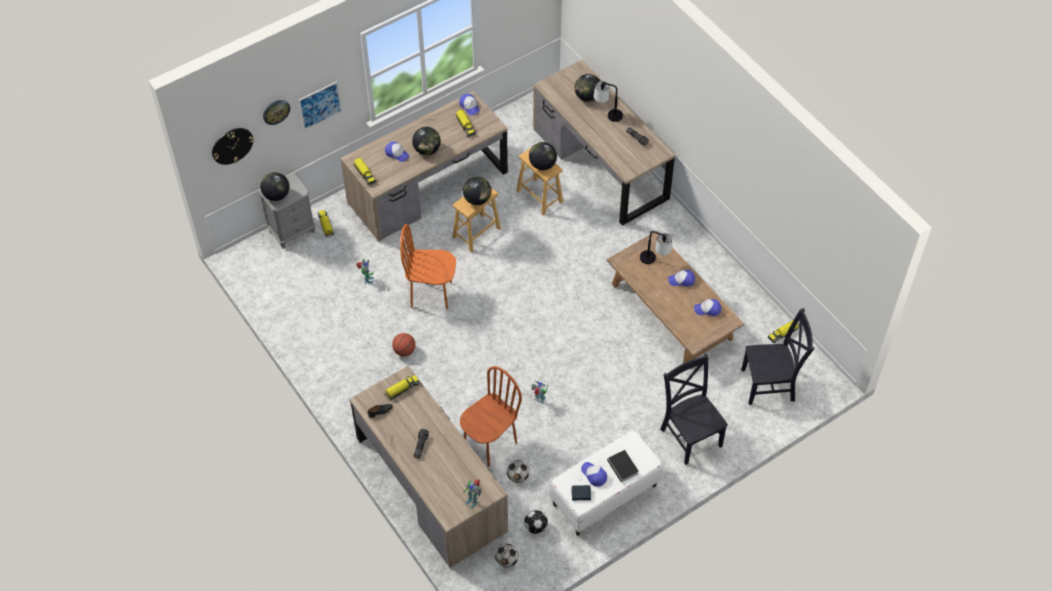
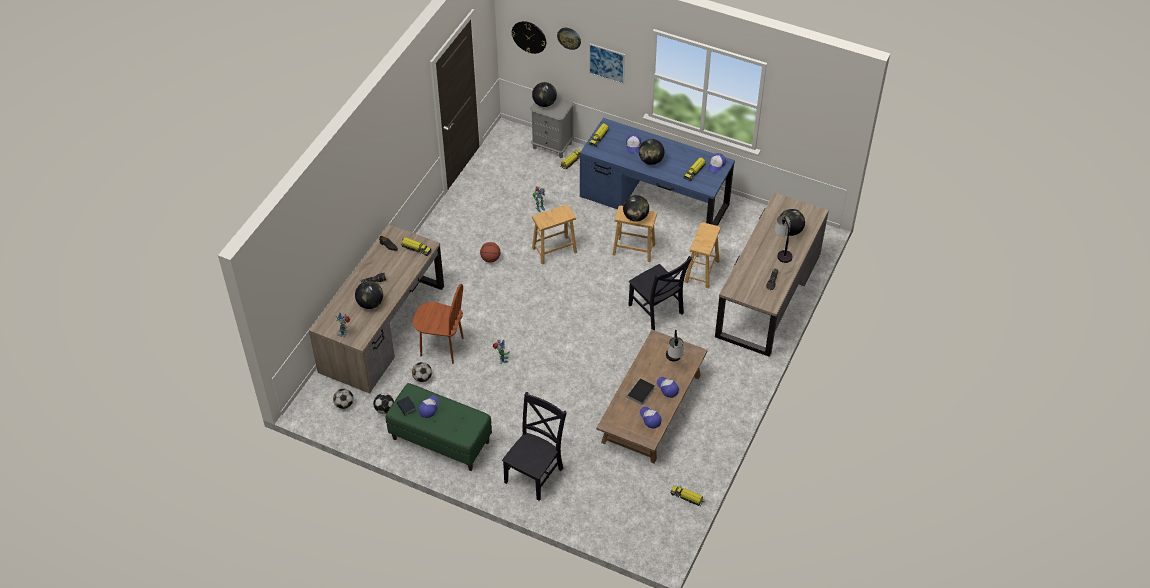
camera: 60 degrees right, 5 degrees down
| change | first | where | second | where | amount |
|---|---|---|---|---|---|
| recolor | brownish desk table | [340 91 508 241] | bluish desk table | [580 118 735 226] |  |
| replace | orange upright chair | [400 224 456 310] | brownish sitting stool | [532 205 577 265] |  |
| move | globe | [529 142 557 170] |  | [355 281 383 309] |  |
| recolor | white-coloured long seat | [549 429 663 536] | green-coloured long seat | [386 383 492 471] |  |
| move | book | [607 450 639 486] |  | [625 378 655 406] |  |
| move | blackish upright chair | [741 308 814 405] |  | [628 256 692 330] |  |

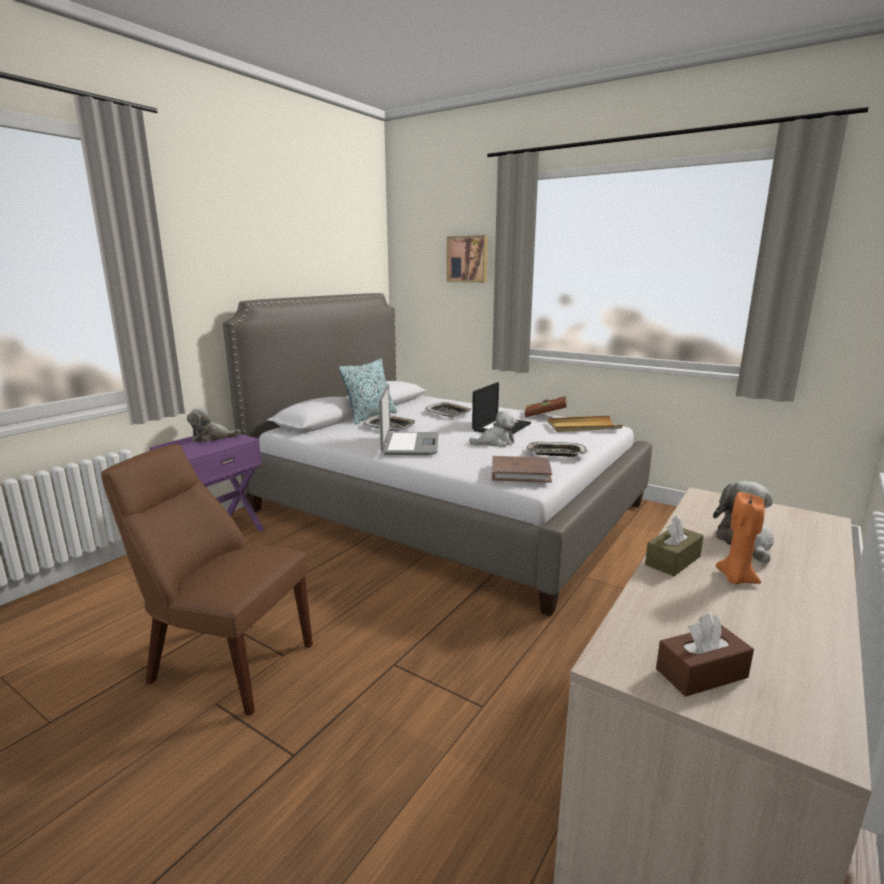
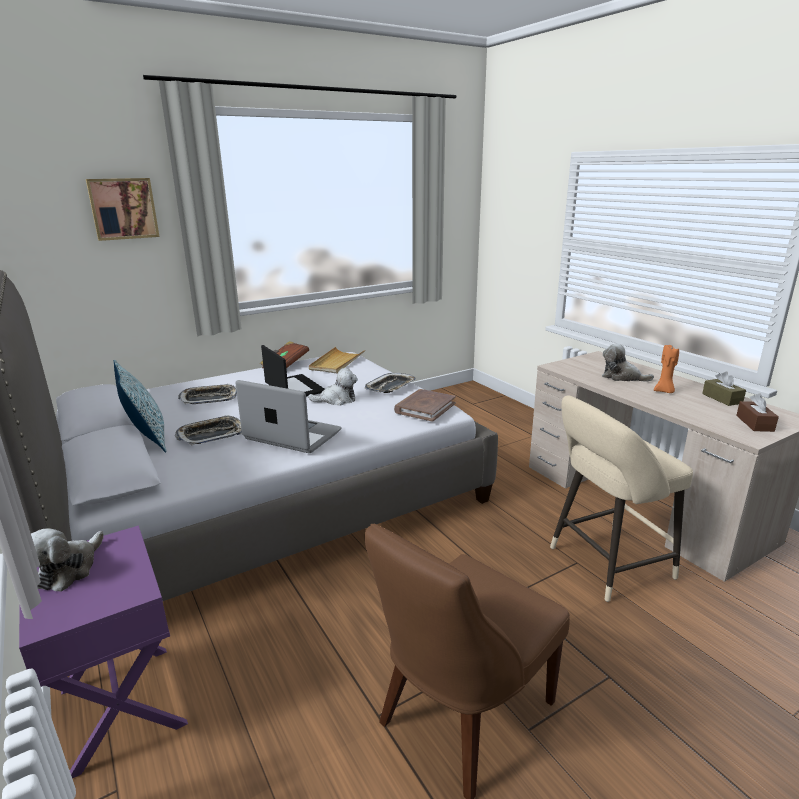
camera: 65 degrees left, 5 degrees up
| change | first | where | second | where | amount |
|---|---|---|---|---|---|
| rotate | cuddly toy | [469 411 517 447] |  | [308 368 358 406] | 75 degrees clockwise |
| move | brownish tissue box | [645 515 704 576] |  | [702 372 746 406] |  |
| insert |  |  | beige-coloured sitting stool | [550 395 693 602] |  |

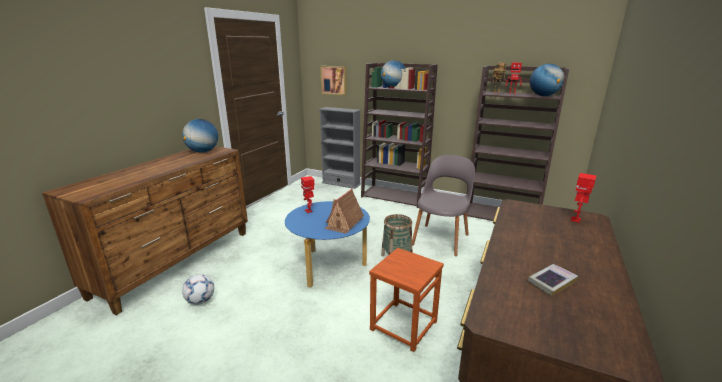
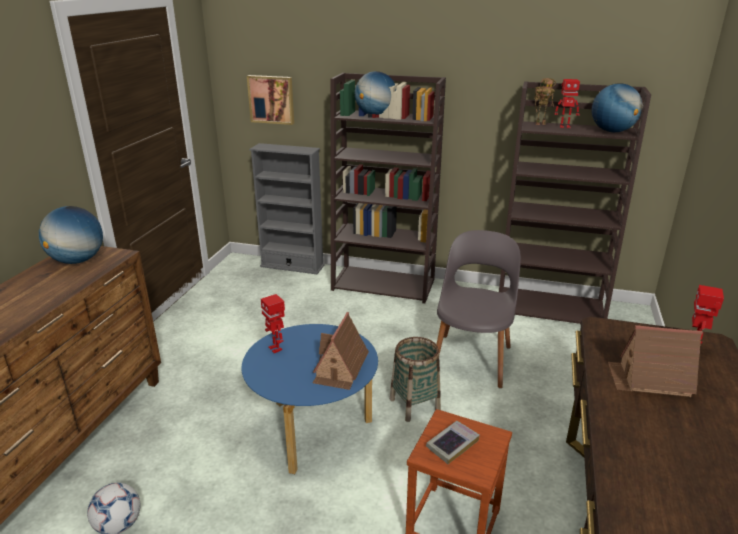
camera: 10 degrees left, 5 degrees up
| change | first | where | second | where | amount |
|---|---|---|---|---|---|
| move | book | [528 264 578 296] |  | [426 421 480 464] |  |
| insert |  |  | toy house | [608 325 703 397] |  |

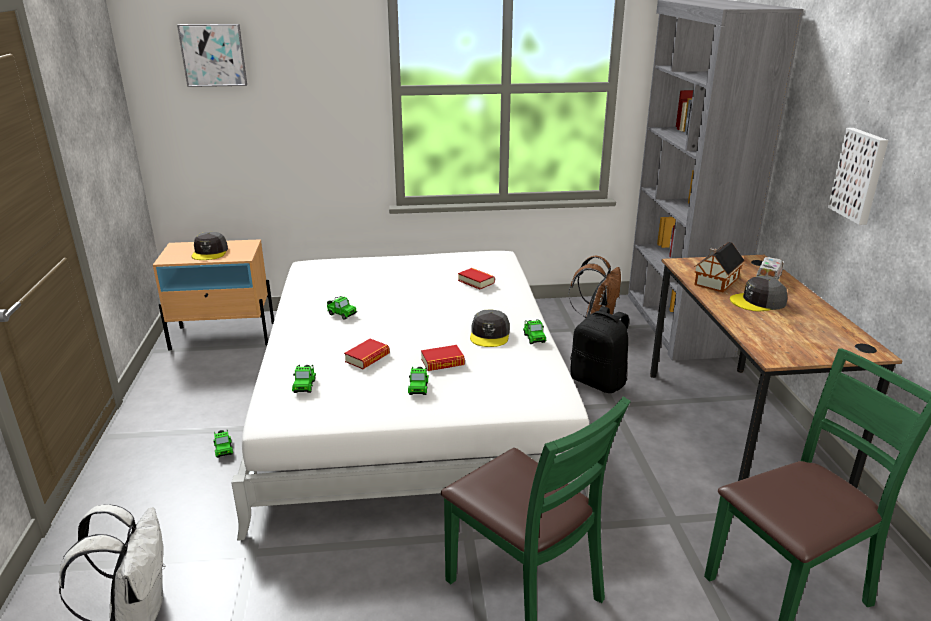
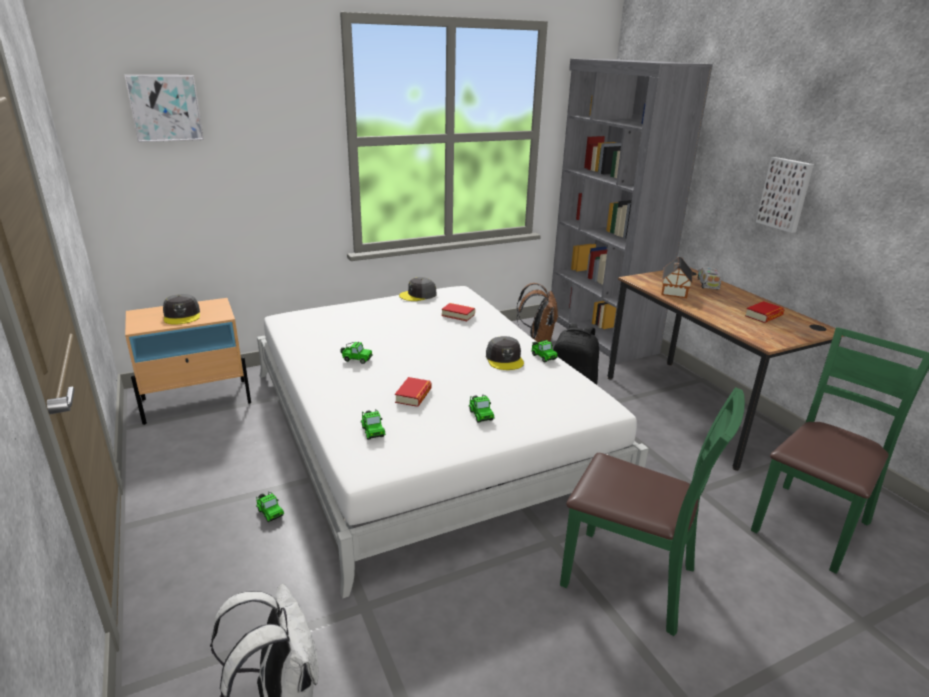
camera: 20 degrees left, 0 degrees up
| change | first | where | second | where | amount |
|---|---|---|---|---|---|
| move | book | [421 345 465 371] |  | [745 301 784 323] |  |
| move | gray peaked cap | [730 276 787 311] |  | [399 277 437 301] |  |

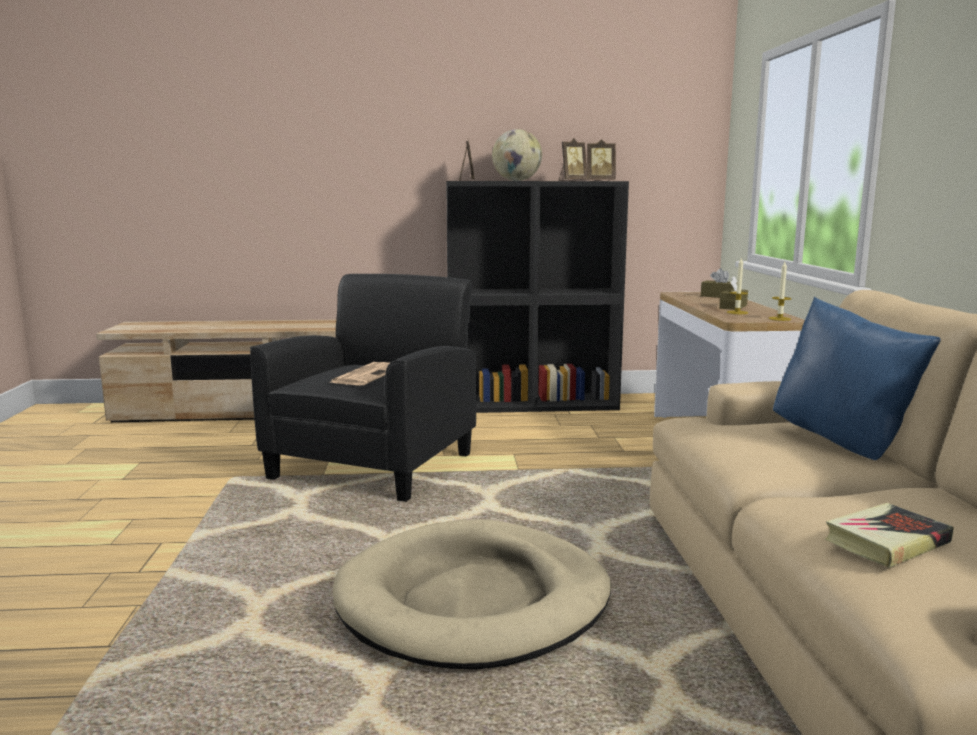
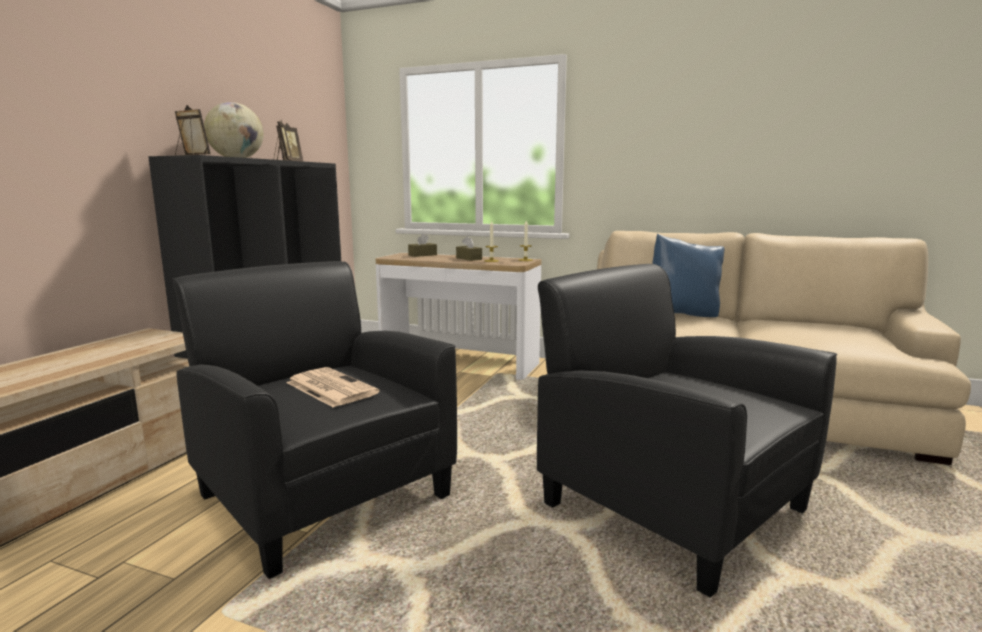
camera: 65 degrees left, 0 degrees up
| change | first | where | second | where | amount |
|---|---|---|---|---|---|
| replace | beige-coloured dog cushion | [333 519 611 670] | blackish easy chair | [537 264 837 597] |  |
| delete | book | [825 503 954 568] |  |  |  |

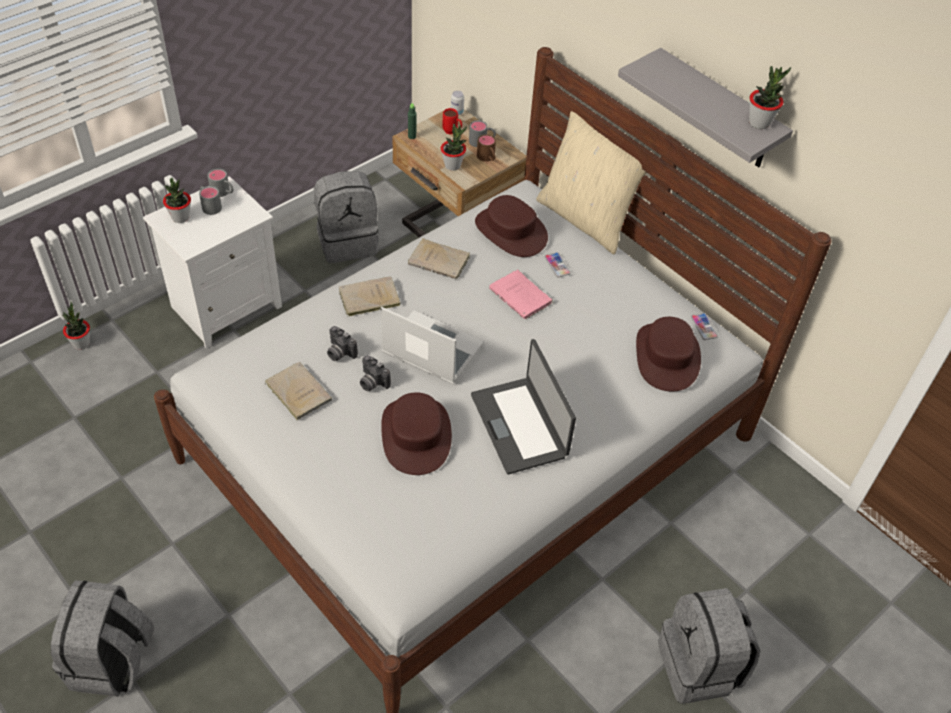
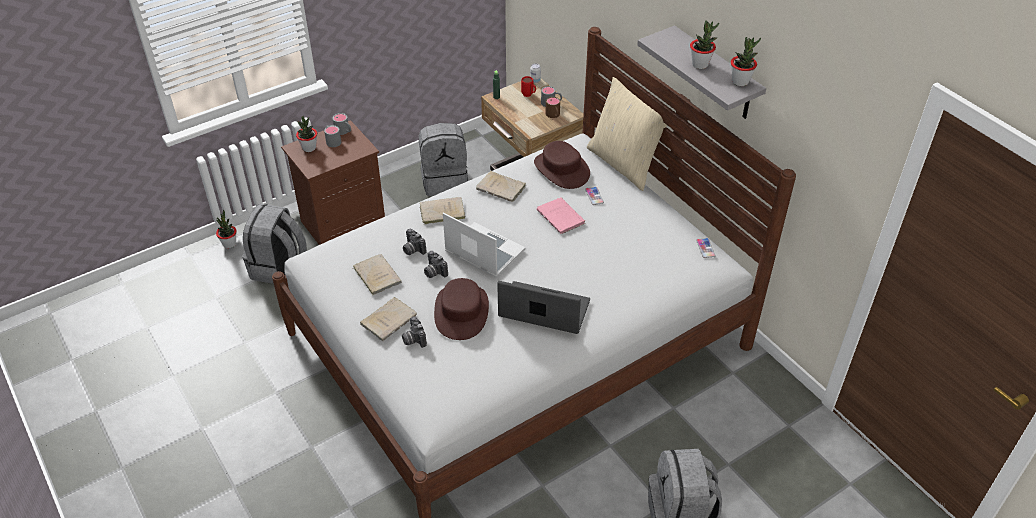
camera: 10 degrees right, 5 degrees down
| change | first | where | second | where | amount |
|---|---|---|---|---|---|
| move | gray rucksack | [51 580 154 697] |  | [242 204 307 284] |  |
| recolor | white-coloured bedside table | [143 176 282 348] | brownish bedside table | [281 120 385 245] |  |
| move | potted plant | [441 124 467 171] |  | [690 20 719 69] |  |
| rotate | laptop | [471 339 576 475] |  | [497 281 590 334] | 120 degrees clockwise |
| delete | brownish wearable hat | [636 317 701 392] |  |  |  |
| insert |  |  | beige-coloured book | [360 297 417 341] |  |
| insert |  |  | photo camera | [402 316 427 348] |  |

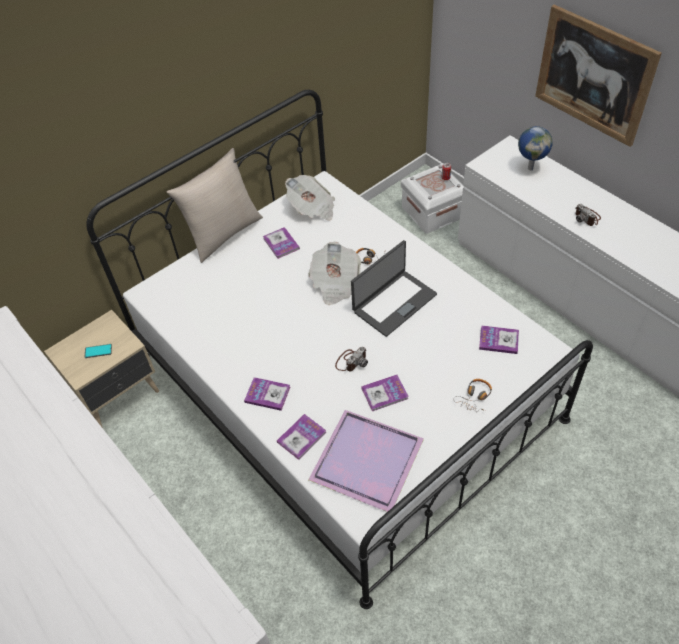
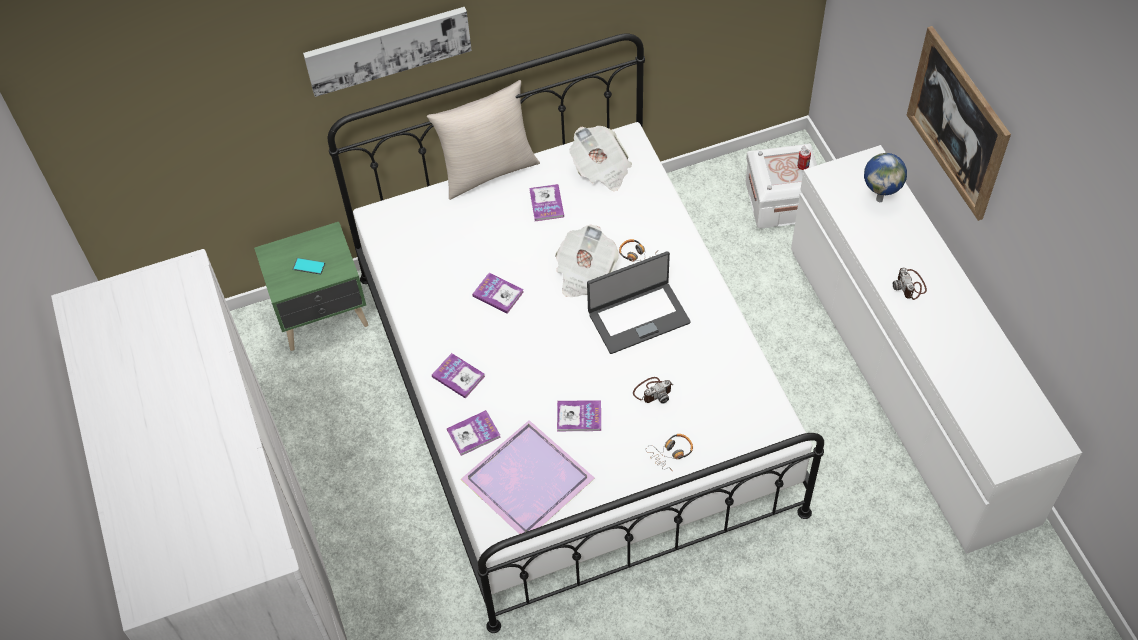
camera: 20 degrees right, 5 degrees up
| change | first | where | second | where | amount |
|---|---|---|---|---|---|
| recolor | beige-coloured bedside table | [44 310 159 428] | green-coloured bedside table | [254 222 368 351] |  |
| move | photo camera | [335 347 368 372] |  | [633 377 673 404] |  |
| move | book | [479 325 519 354] |  | [472 273 524 314] |  |
| insert |  |  | wall picture | [303 7 472 97] |  |

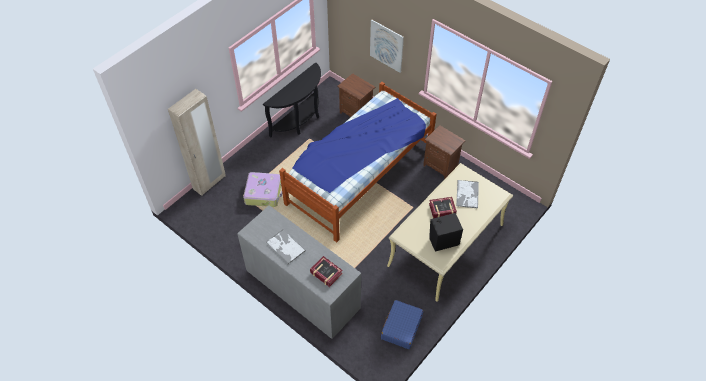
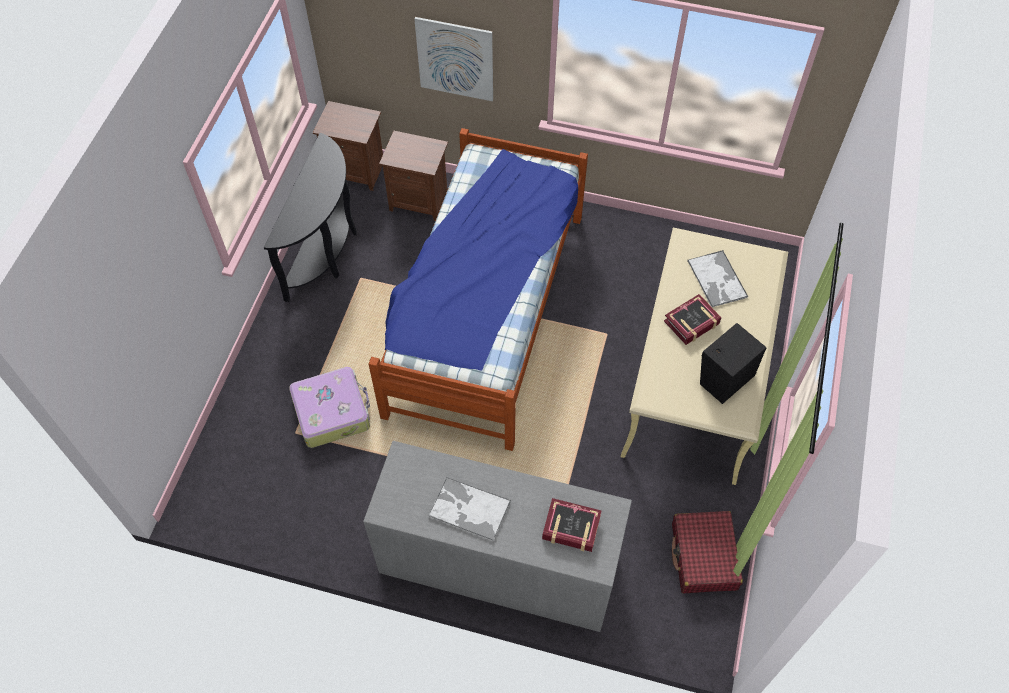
camera: 25 degrees left, 5 degrees up
| change | first | where | second | where | amount |
|---|---|---|---|---|---|
| delete | beige-coloured armoire | [168 89 226 196] |  |  |  |
| recolor | bluish travel case | [381 300 423 349] | red travel case | [672 511 743 593] |  |
| move | brownish bedside table | [423 125 466 179] |  | [313 101 383 191] |  |

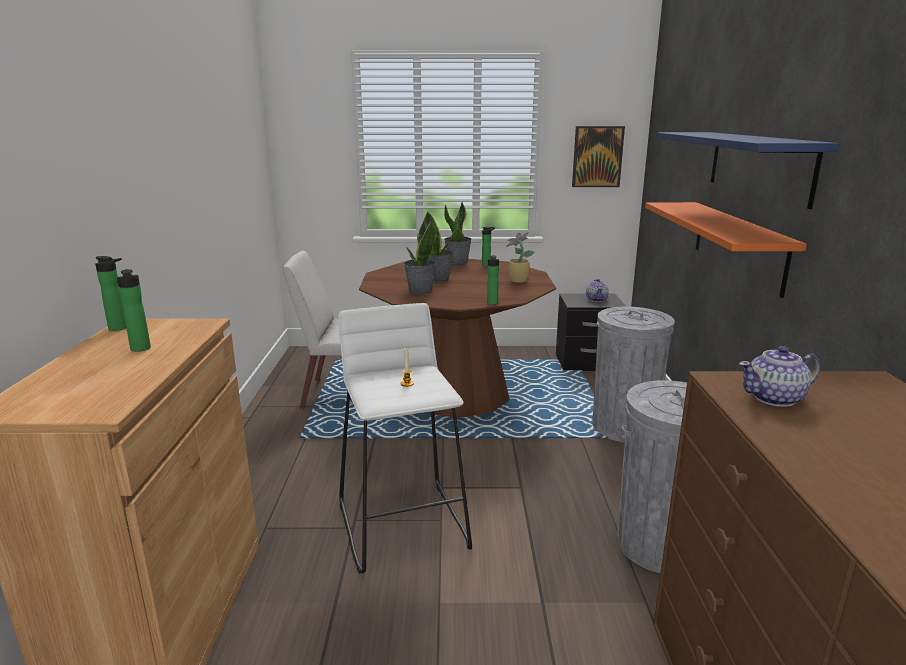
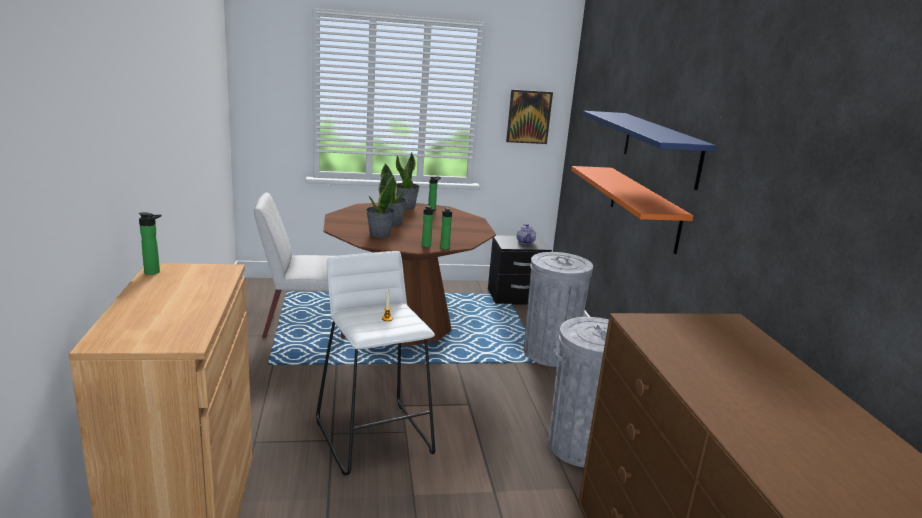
camera: 10 degrees left, 0 degrees up
| change | first | where | second | where | amount |
|---|---|---|---|---|---|
| move | drink bottle | [117 269 151 352] |  | [422 205 436 247] |  |
| delete | potted plant | [506 231 534 283] |  |  |  |
| delete | pot for tea | [739 346 820 407] |  |  |  |

